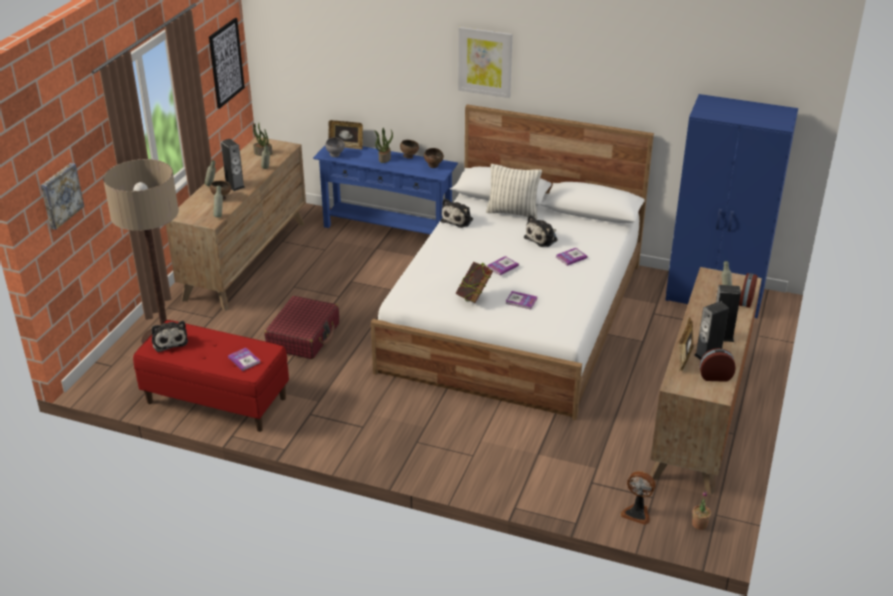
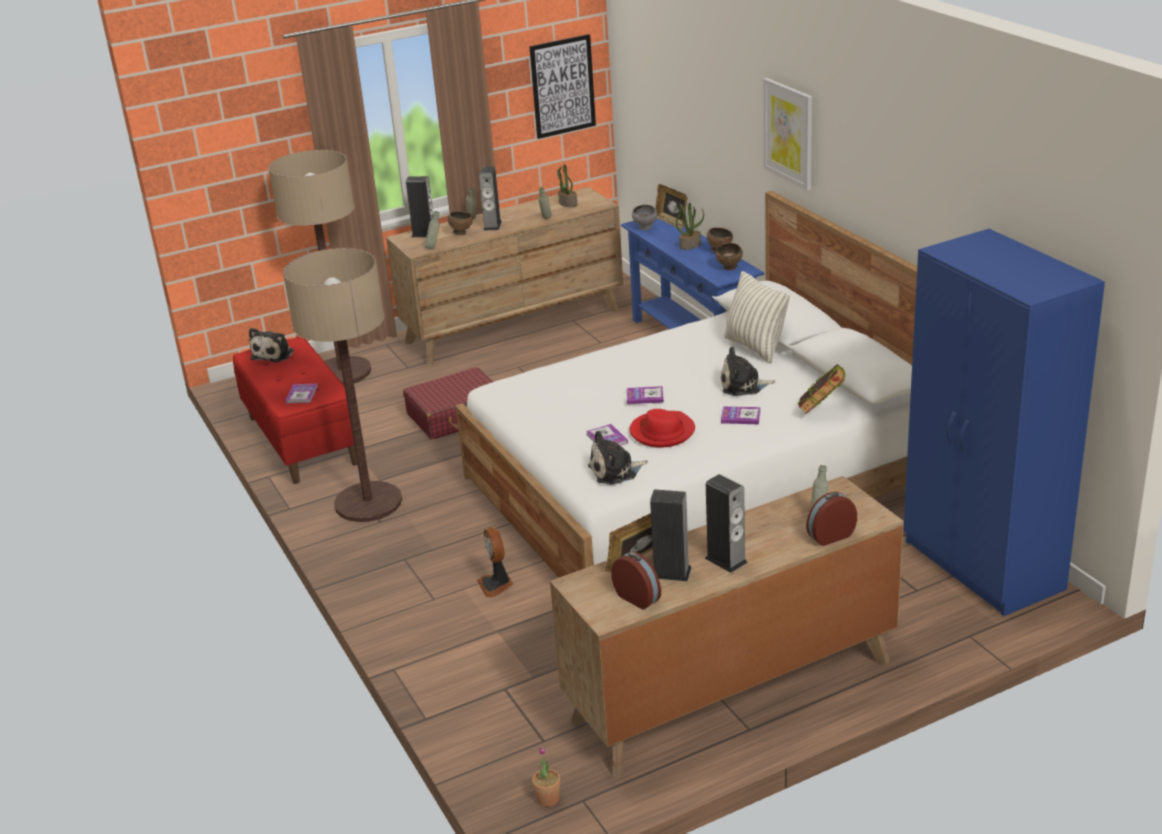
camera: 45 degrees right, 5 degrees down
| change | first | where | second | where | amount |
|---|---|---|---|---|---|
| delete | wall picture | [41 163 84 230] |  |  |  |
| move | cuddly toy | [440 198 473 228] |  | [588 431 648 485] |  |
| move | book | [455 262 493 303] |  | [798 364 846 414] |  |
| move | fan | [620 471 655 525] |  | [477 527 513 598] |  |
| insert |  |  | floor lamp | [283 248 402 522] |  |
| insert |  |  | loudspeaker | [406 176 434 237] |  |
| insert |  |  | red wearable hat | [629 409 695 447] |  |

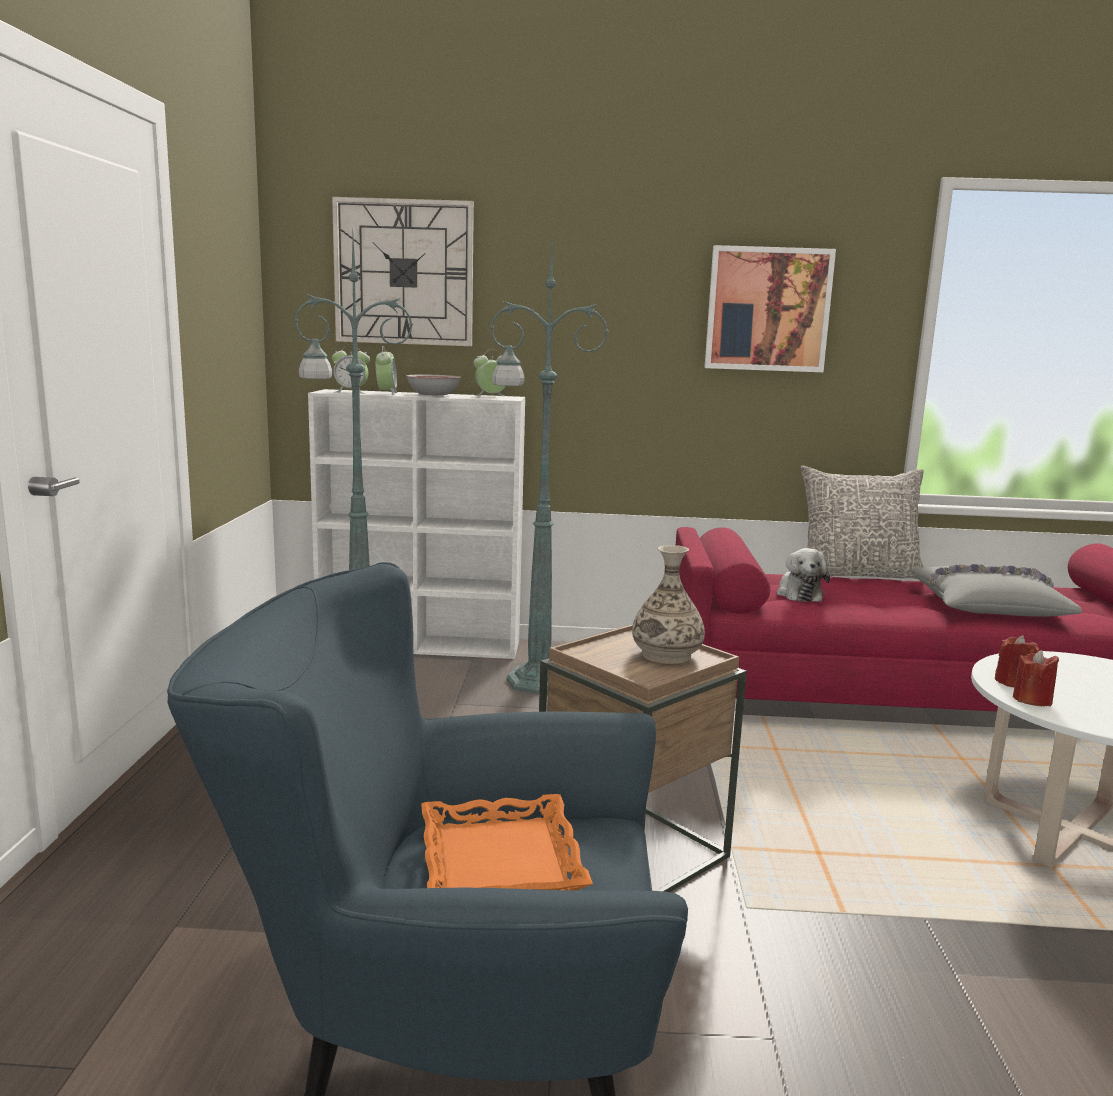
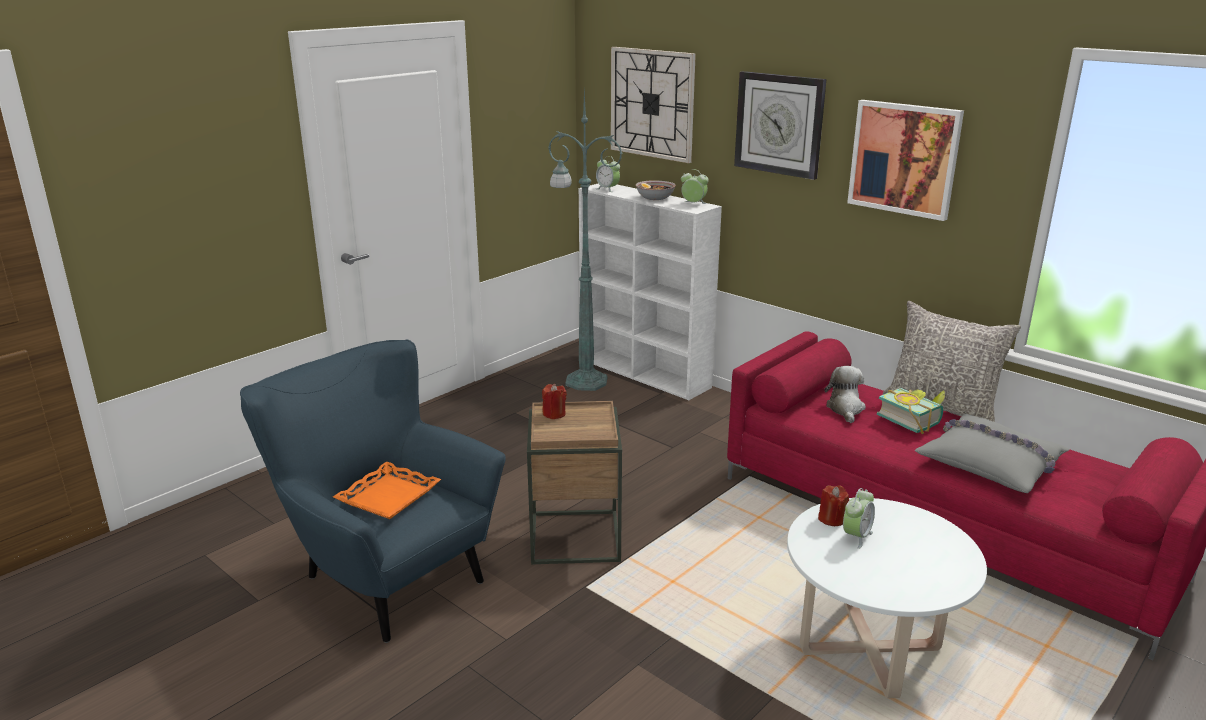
camera: 40 degrees right, 10 degrees up
| change | first | where | second | where | amount |
|---|---|---|---|---|---|
| move | table clock | [376 346 398 395] |  | [843 488 875 549] |  |
| delete | green-coloured floor lamp | [490 241 609 694] |  |  |  |
| delete | flower vase | [632 545 705 664] |  |  |  |
| rotate | cuddly toy | [776 548 830 602] |  | [824 366 866 423] | 150 degrees clockwise |
| move | red wax light | [1013 650 1059 706] |  | [542 384 567 419] |  |
| insert |  |  | wall clock | [734 71 826 180] |  |
| insert |  |  | book | [877 388 945 434] |  |

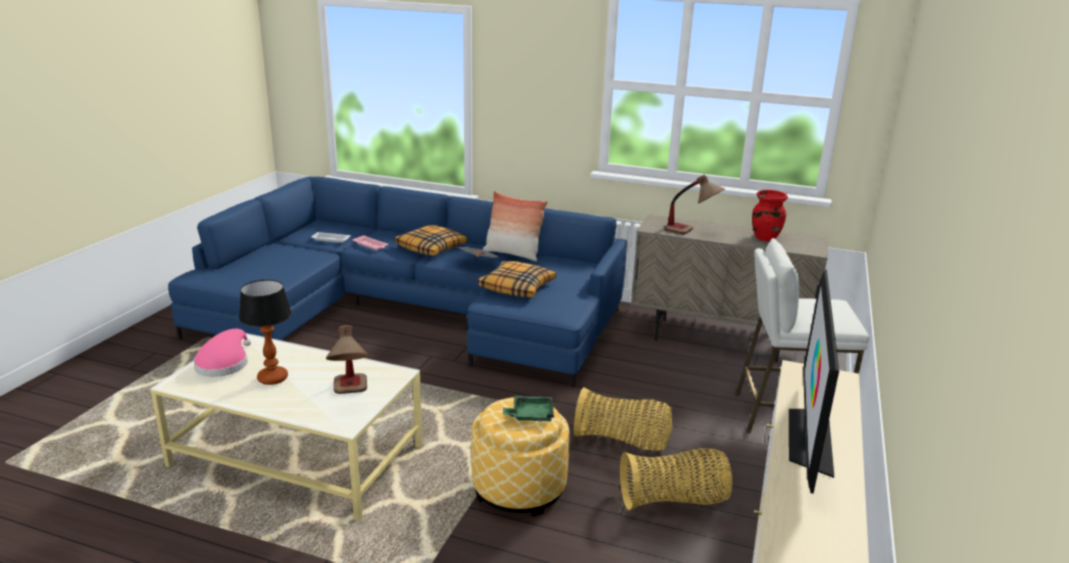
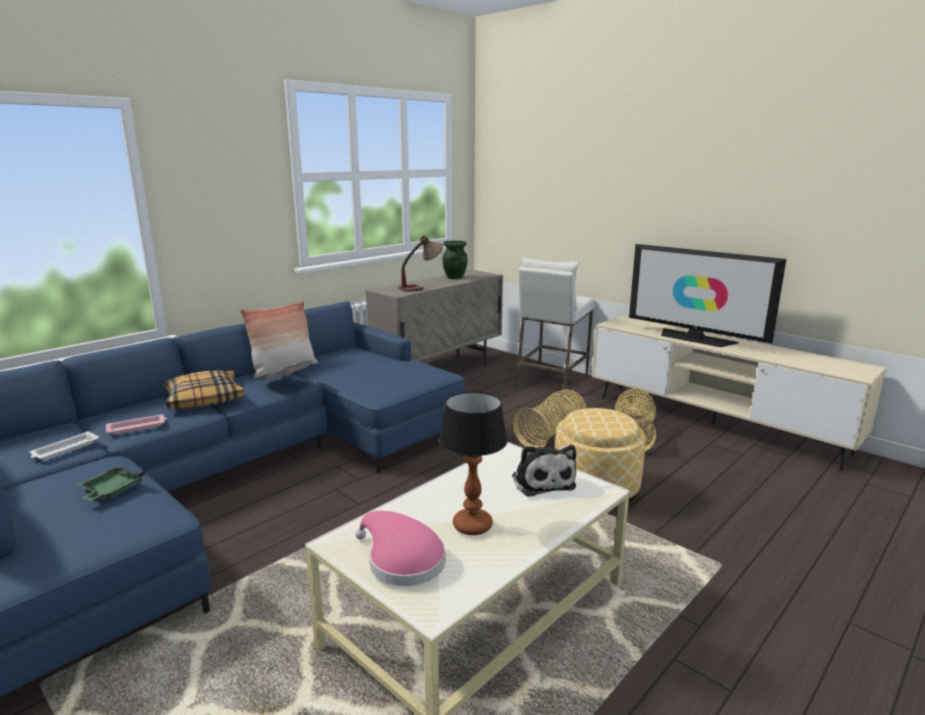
camera: 65 degrees left, 5 degrees down
| change | first | where | second | where | amount |
|---|---|---|---|---|---|
| replace | lamp for a table | [326 325 368 394] | cuddly toy | [512 445 576 497] |  |
| delete | pillow | [477 261 556 297] |  |  |  |
| move | green-coloured carrying tray | [503 396 554 422] |  | [75 466 145 501] |  |
| recolor | red flower vase | [752 190 788 241] | green-coloured flower vase | [442 240 468 279] |  |

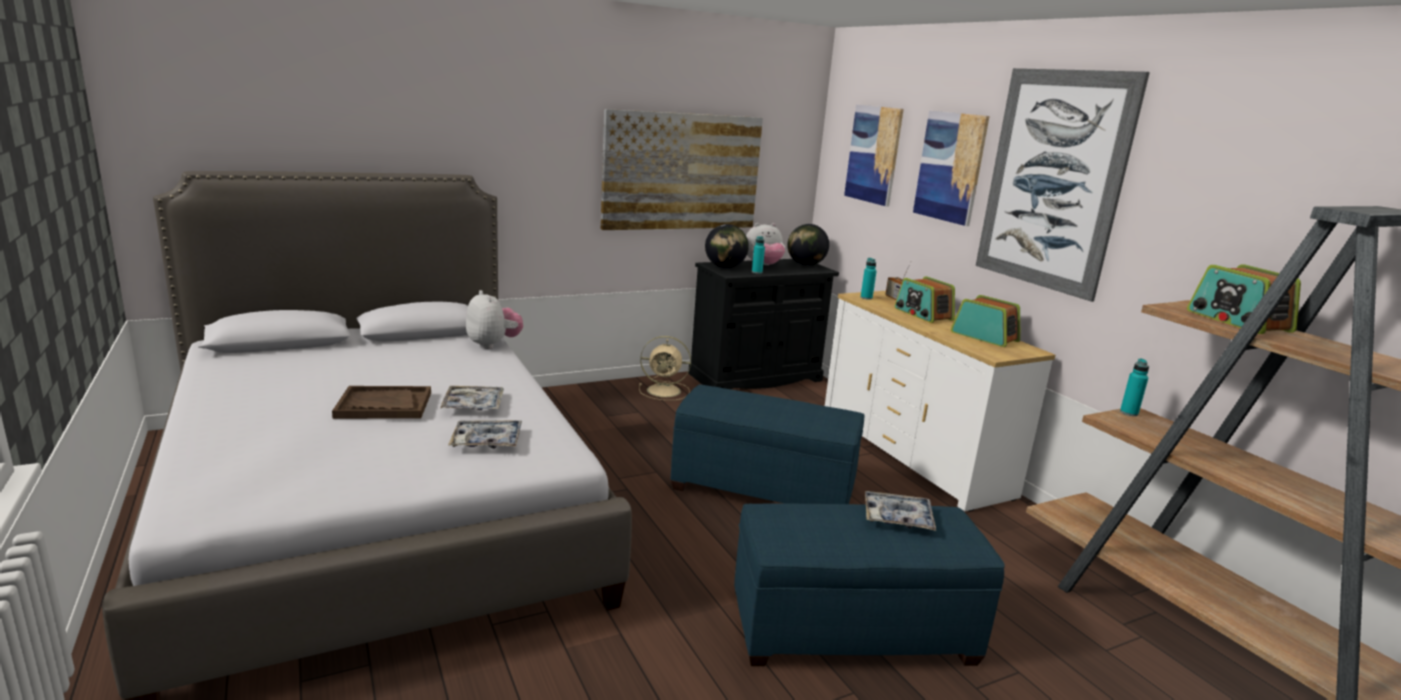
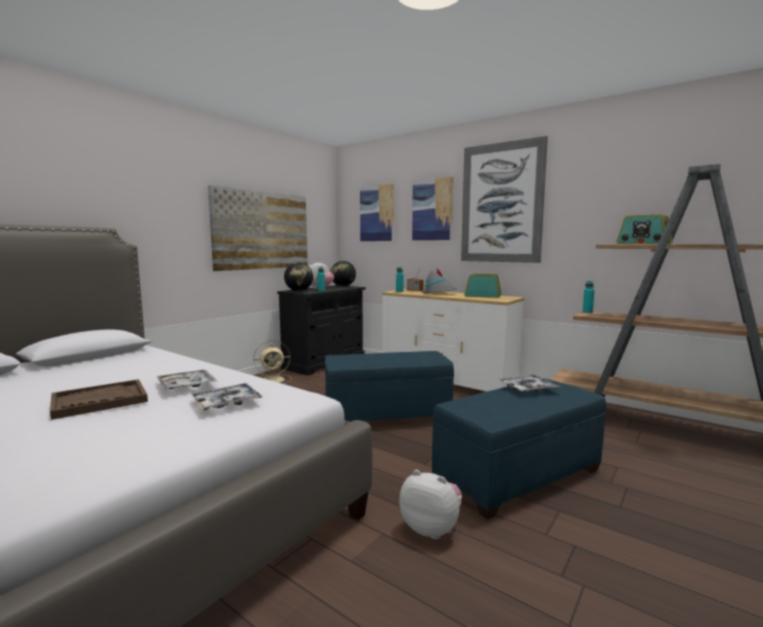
camera: 25 degrees left, 10 degrees down
| change | first | where | second | where | amount |
|---|---|---|---|---|---|
| move | cuddly toy | [466 290 523 349] |  | [399 470 462 539] |  |
| replace | radio receiver | [894 276 955 323] | gray wearable hat | [421 267 458 293] |  |

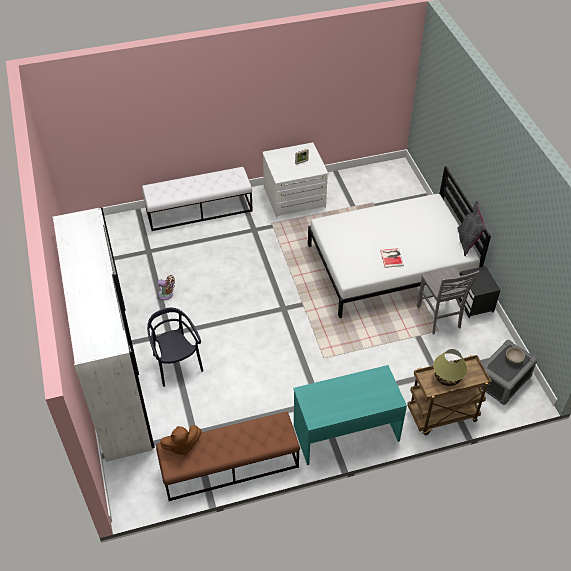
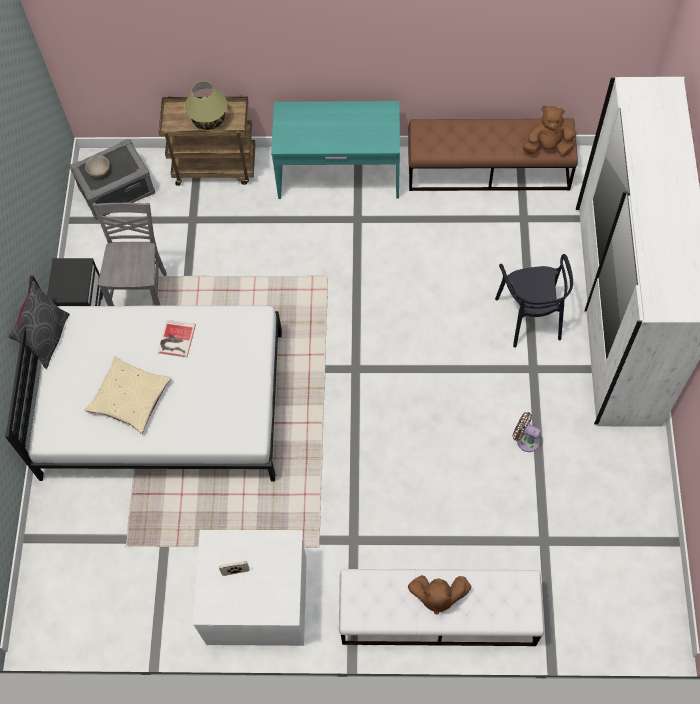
camera: 160 degrees left, 15 degrees up
| change | first | where | second | where | amount |
|---|---|---|---|---|---|
| insert |  |  | beige-coloured pillow | [85 356 172 434] |  |
| insert |  |  | brownish cuddly toy | [408 575 471 614] |  |

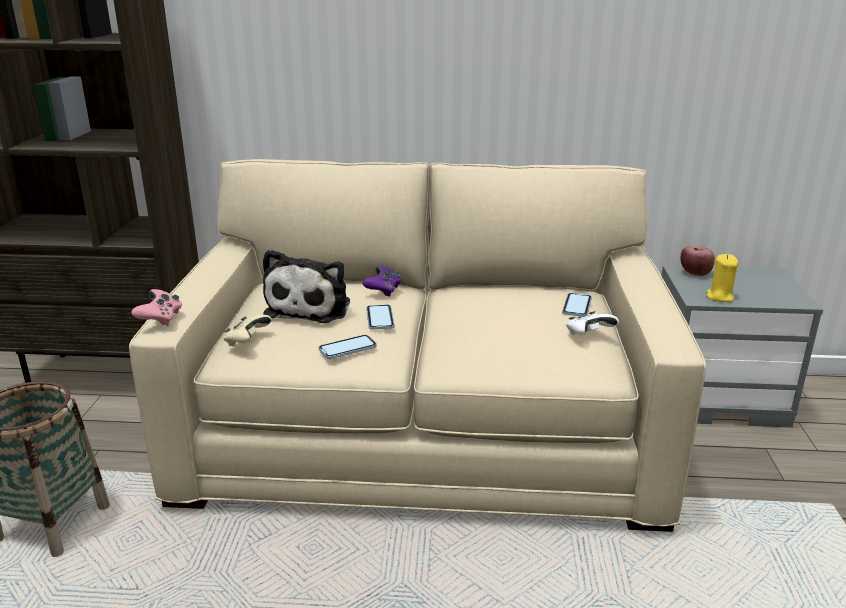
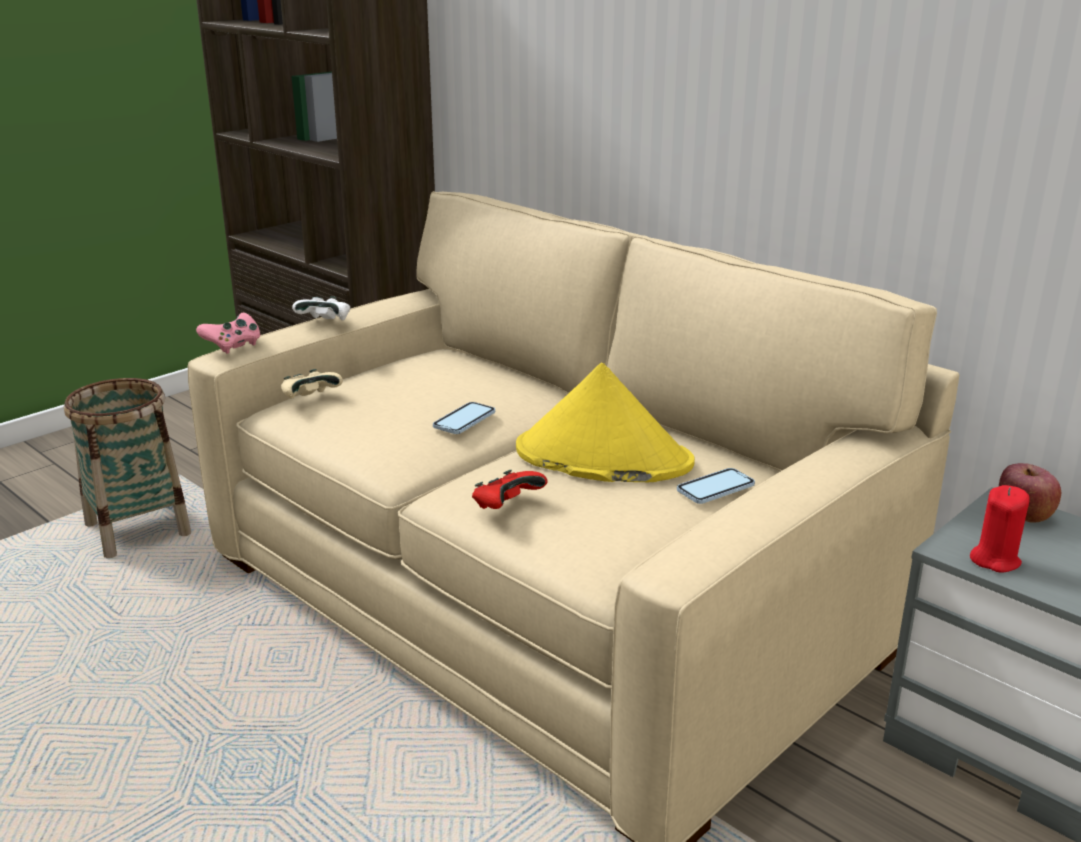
camera: 40 degrees right, 0 degrees up
| change | first | where | second | where | amount |
|---|---|---|---|---|---|
| delete | cuddly toy | [263 249 350 323] |  |  |  |
| delete | phone | [318 335 377 359] |  |  |  |
| delete | purplish gamepad | [362 265 401 297] |  |  |  |
| move | white-coloured gamepad | [566 311 619 335] |  | [292 296 350 320] |  |
| recolor | yellow wax light | [707 254 738 302] | red wax light | [970 485 1030 572] |  |
| insert |  |  | red gamepad | [472 470 548 509] |  |
| insert |  |  | yellow wearable hat | [516 363 695 482] |  |

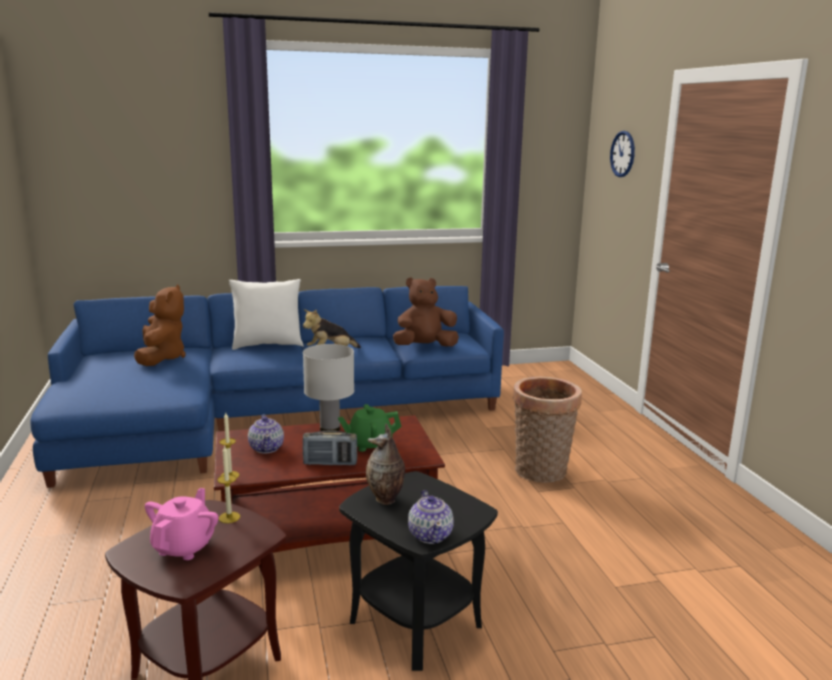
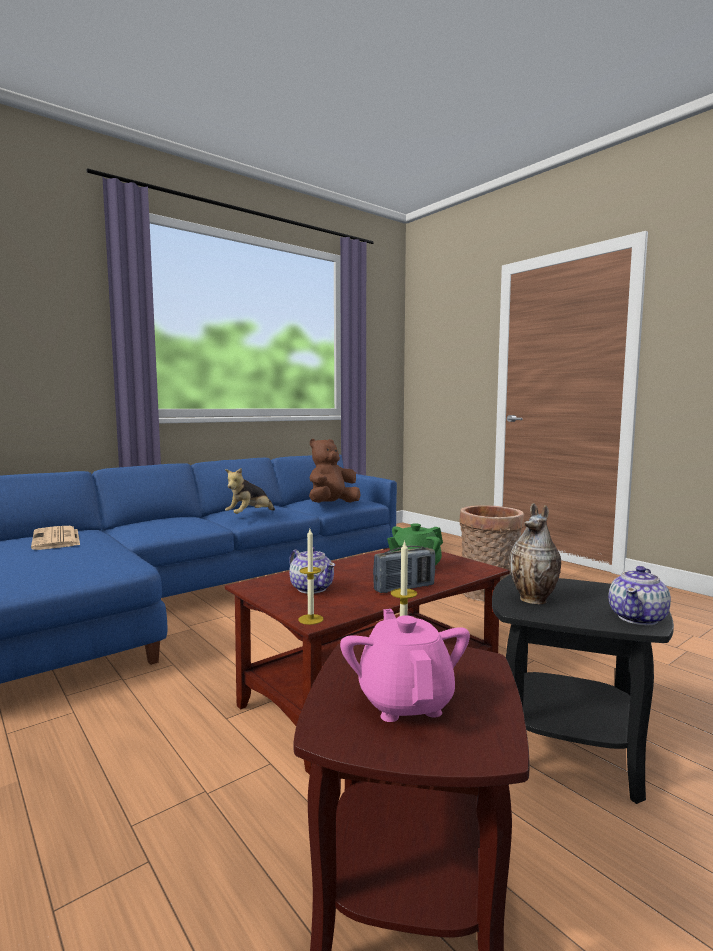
camera: 25 degrees left, 10 degrees down
| change | first | where | second | where | amount |
|---|---|---|---|---|---|
| replace | brownish cuddly toy | [134 284 186 366] | printed paper | [31 526 80 550] |  |
| delete | white-coloured pillow | [229 279 304 350] |  |  |  |
| delete | white-coloured lamp for a table | [303 344 354 433] |  |  |  |
| rotate | pot for tea | [408 490 454 544] |  | [608 566 671 625] | 75 degrees clockwise |
| delete | wall clock | [610 131 635 177] |  |  |  |

